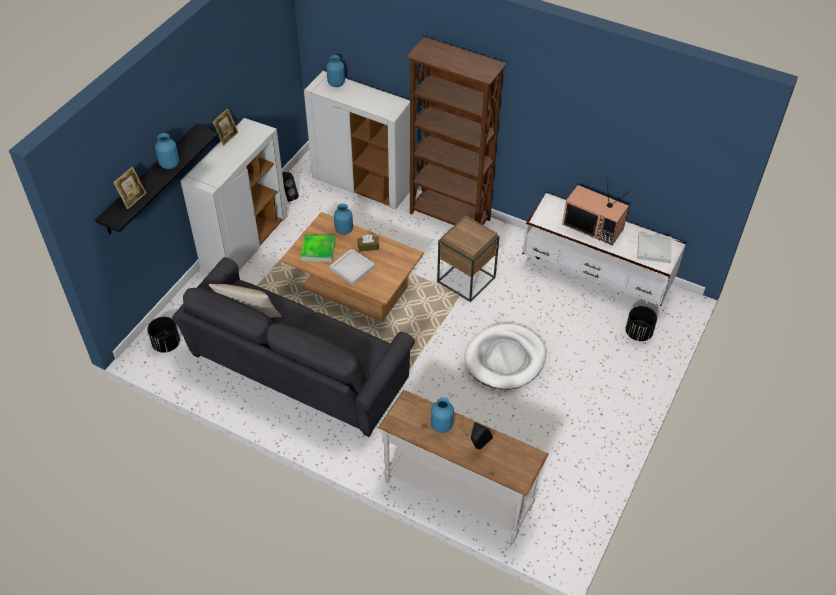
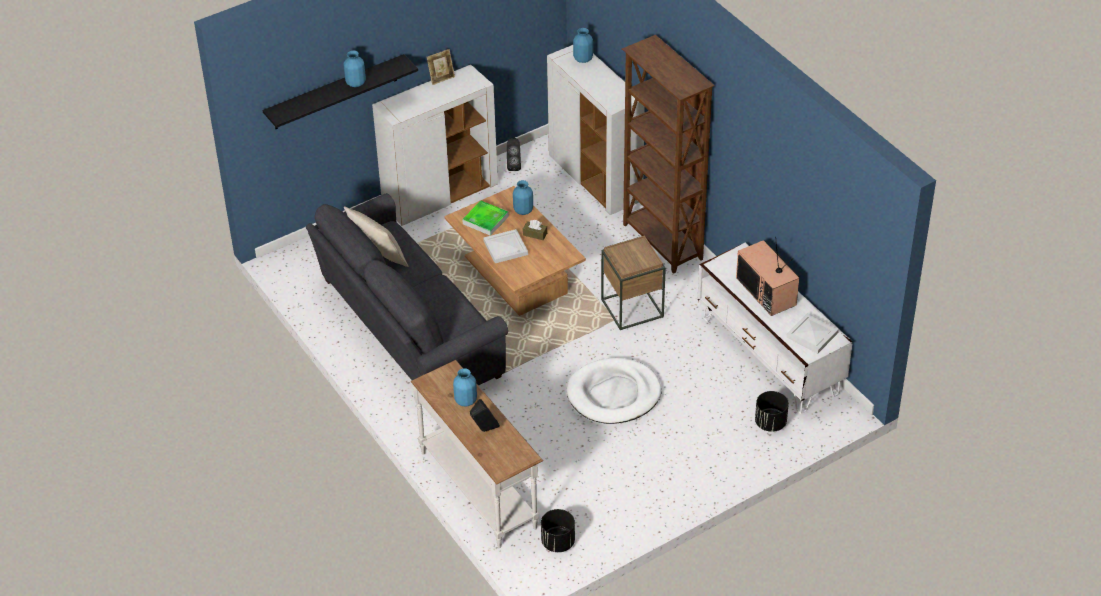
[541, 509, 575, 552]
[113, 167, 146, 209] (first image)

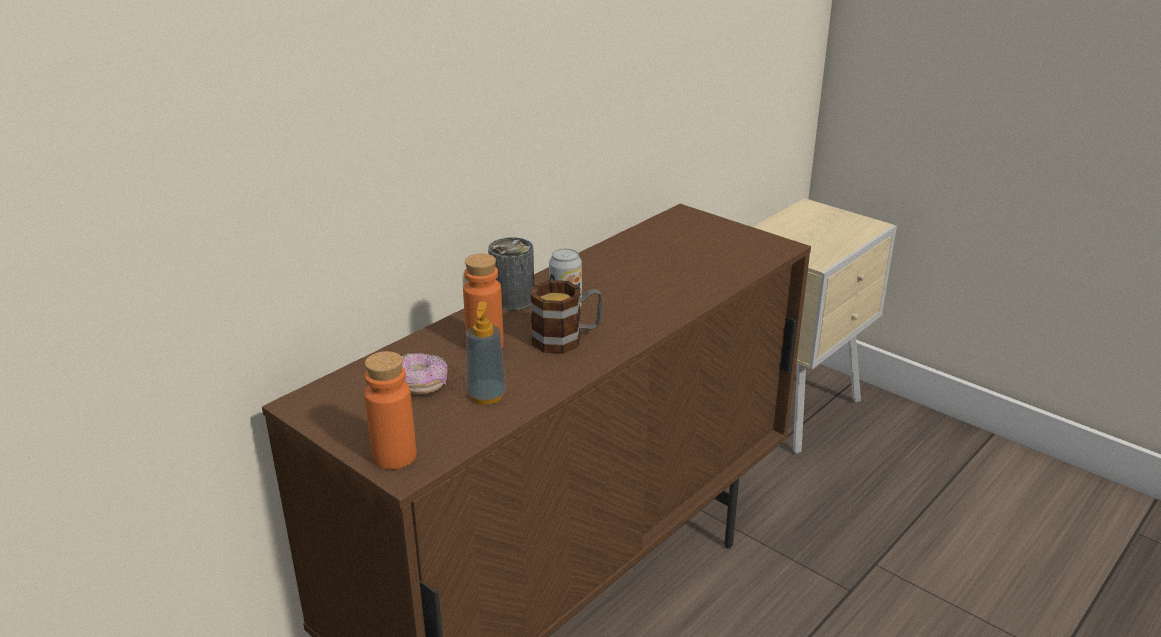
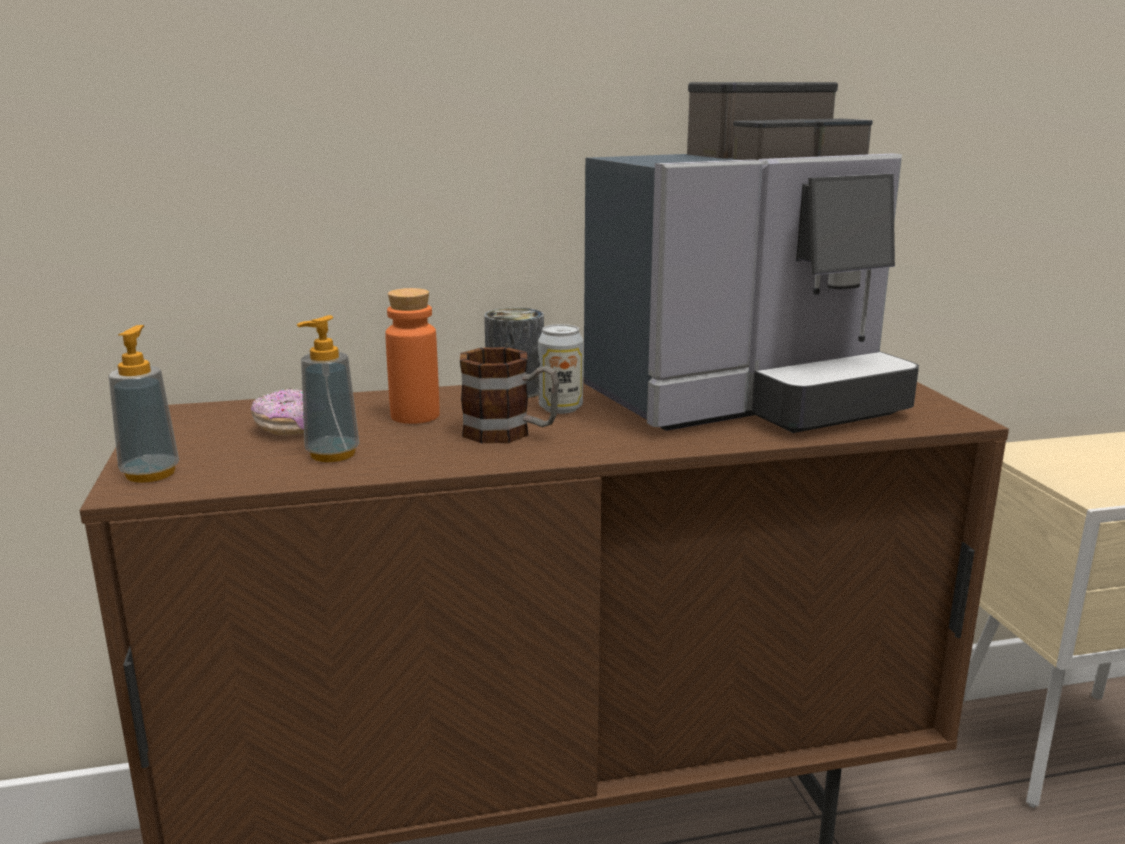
[108, 325, 179, 483]
[584, 82, 919, 433]

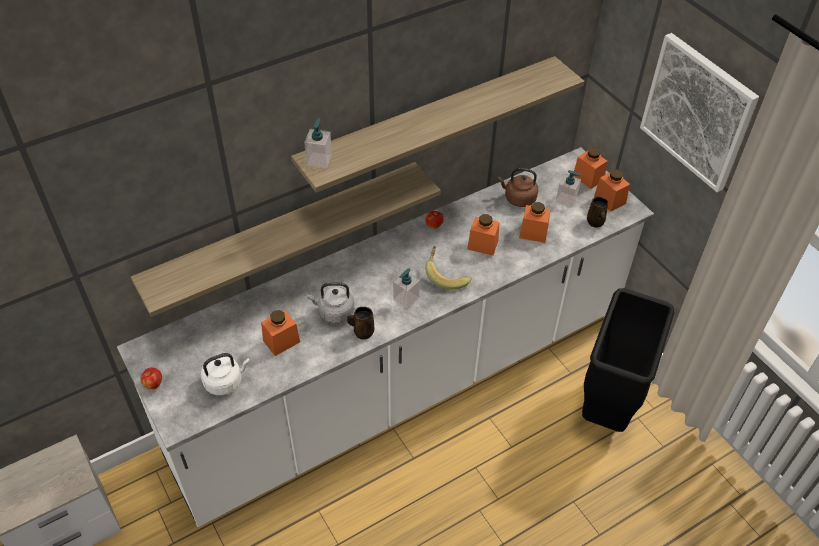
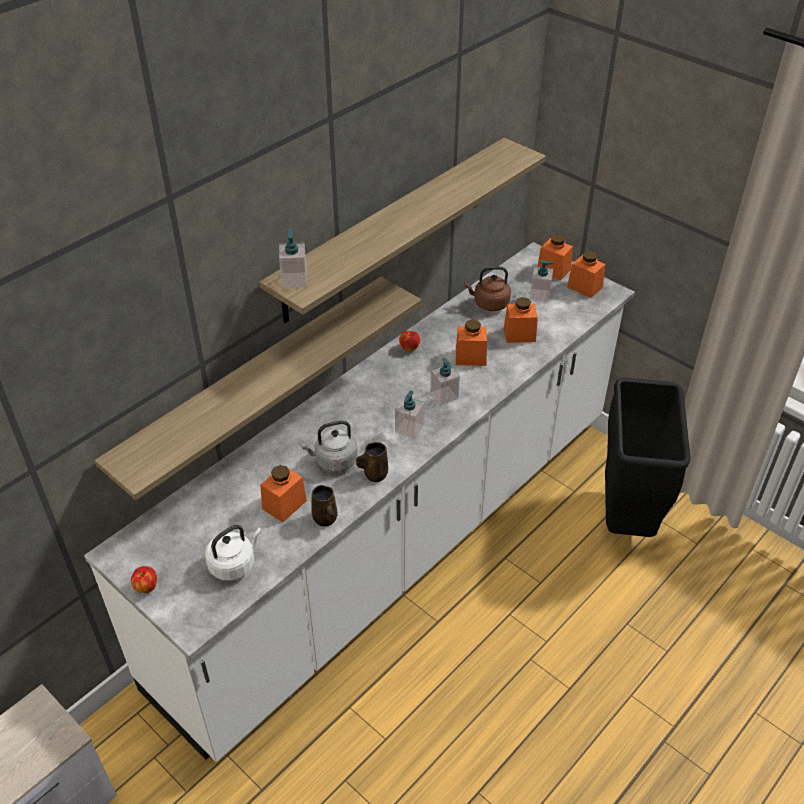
[311, 485, 338, 527]
[430, 358, 460, 405]
[640, 33, 759, 192] (first image)

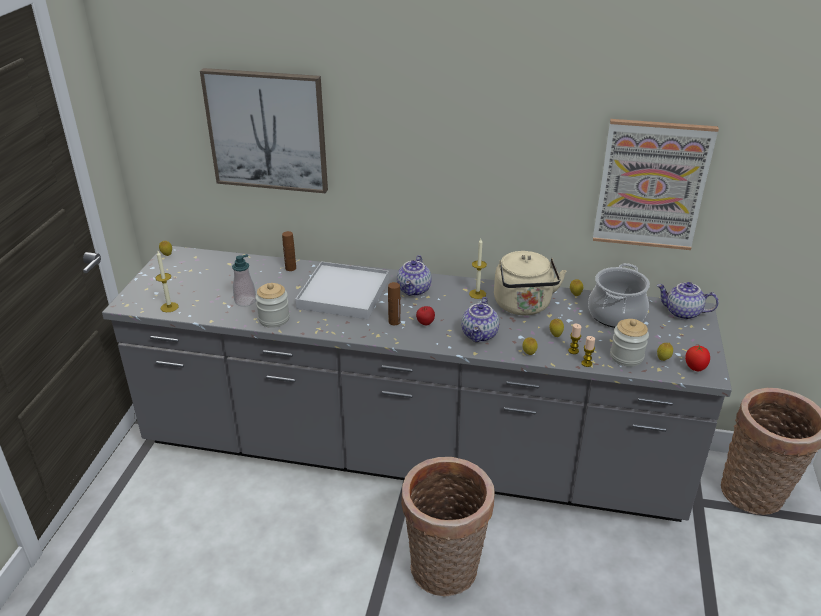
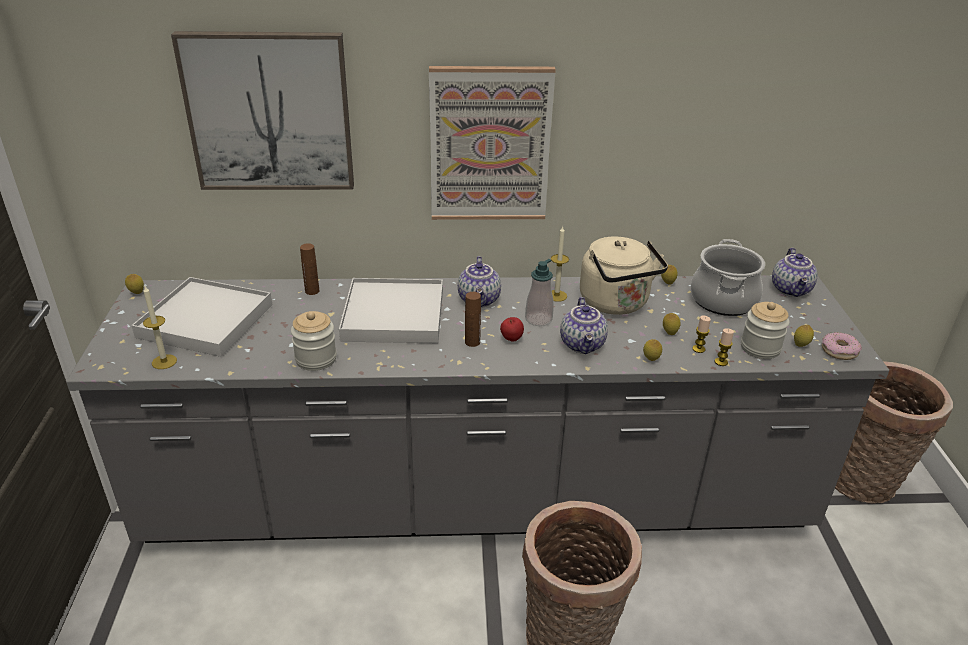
[132, 277, 272, 357]
[429, 66, 556, 220]
[525, 259, 554, 326]
[772, 248, 817, 297]
[822, 332, 862, 360]

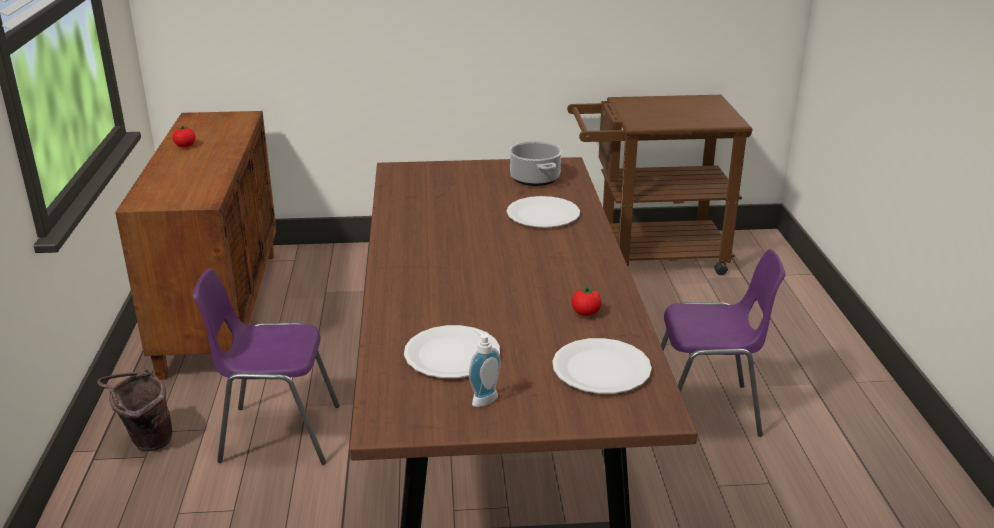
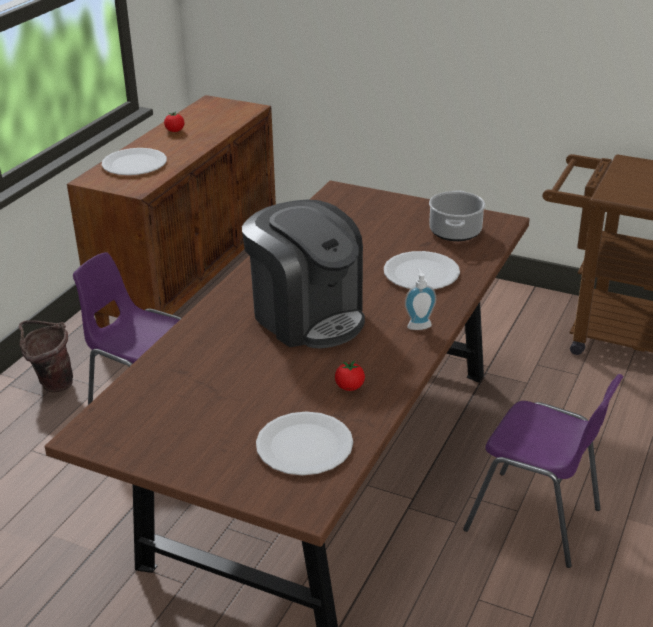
[102, 148, 167, 175]
[242, 199, 365, 348]
[405, 268, 436, 330]

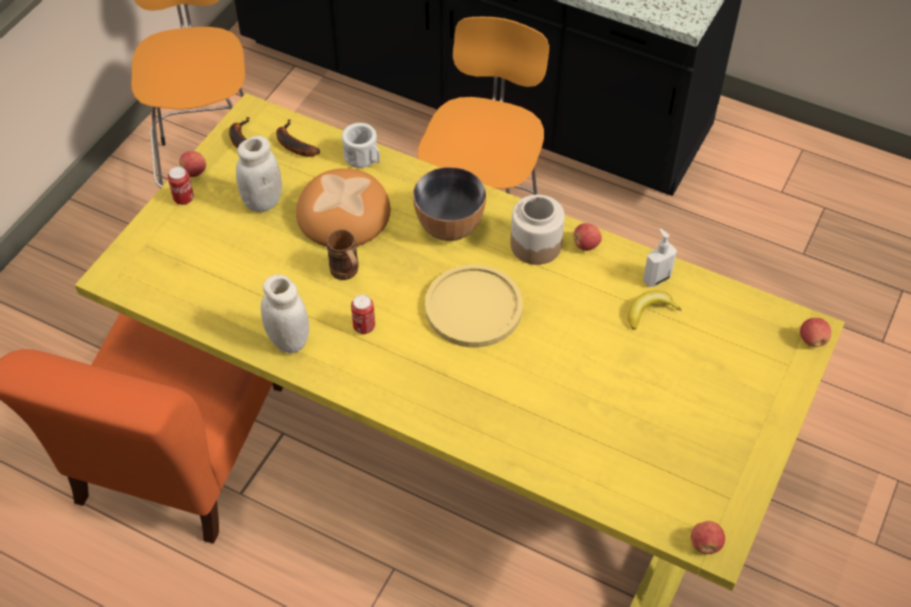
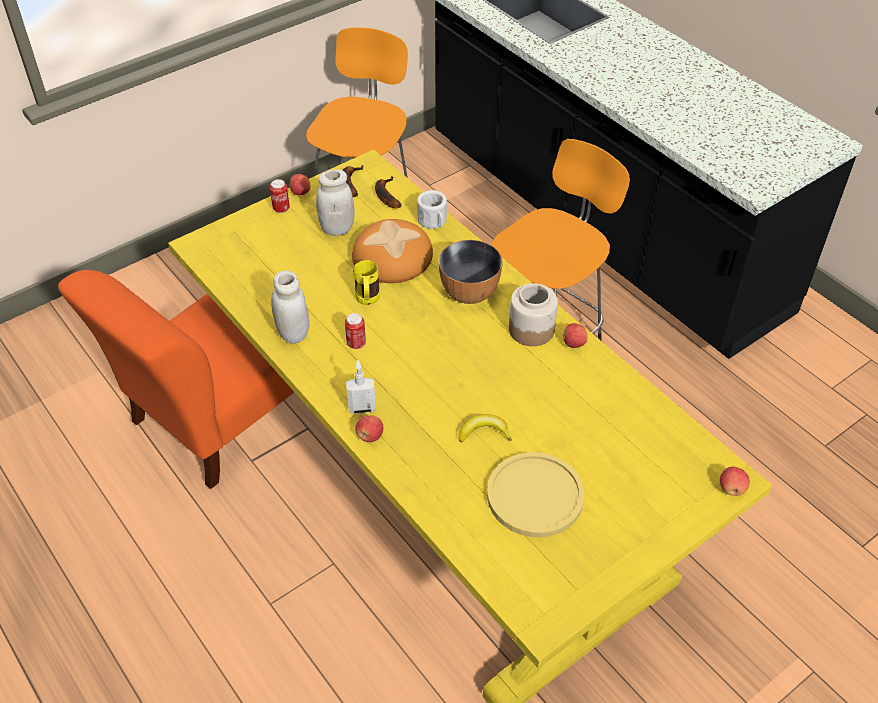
[346, 360, 376, 414]
[353, 260, 380, 305]
[355, 415, 383, 442]
[458, 414, 512, 442]
[487, 452, 584, 537]

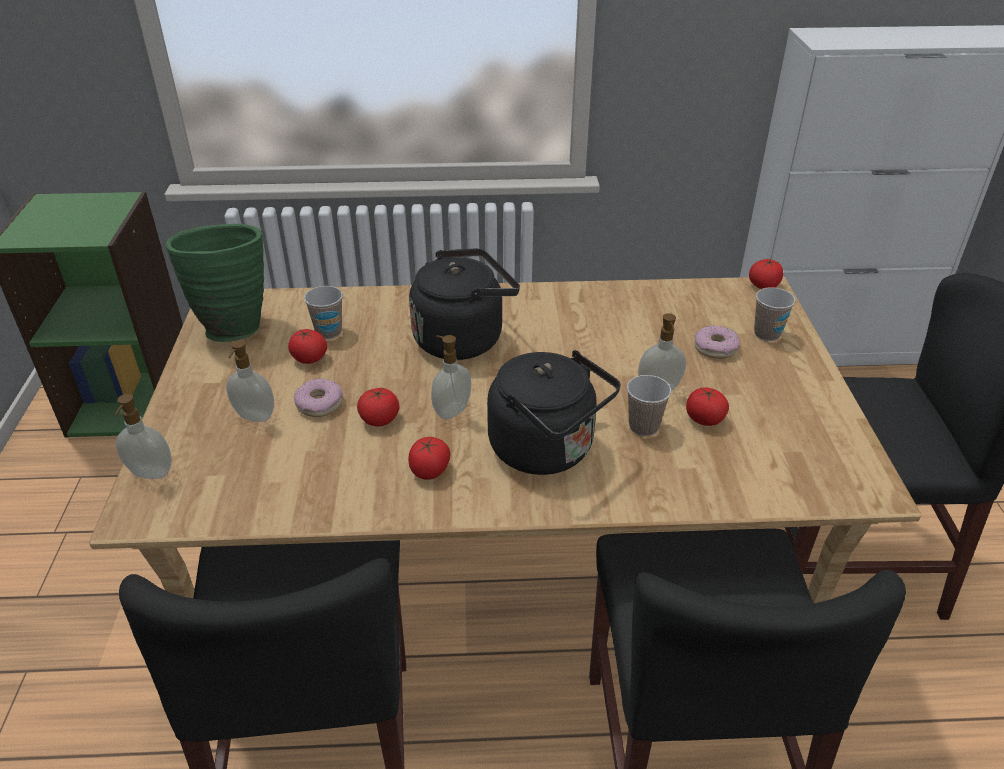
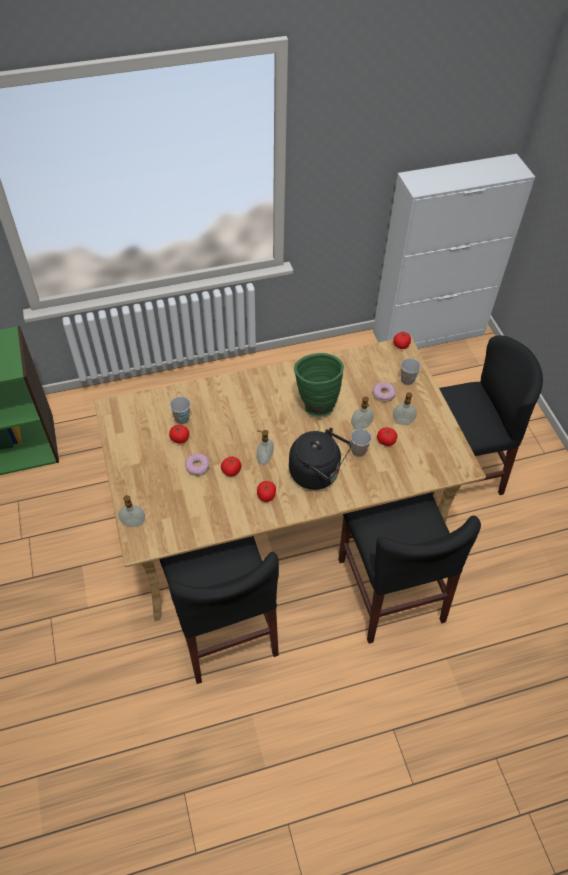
[294, 353, 344, 417]
[393, 392, 417, 425]
[409, 249, 520, 360] (first image)

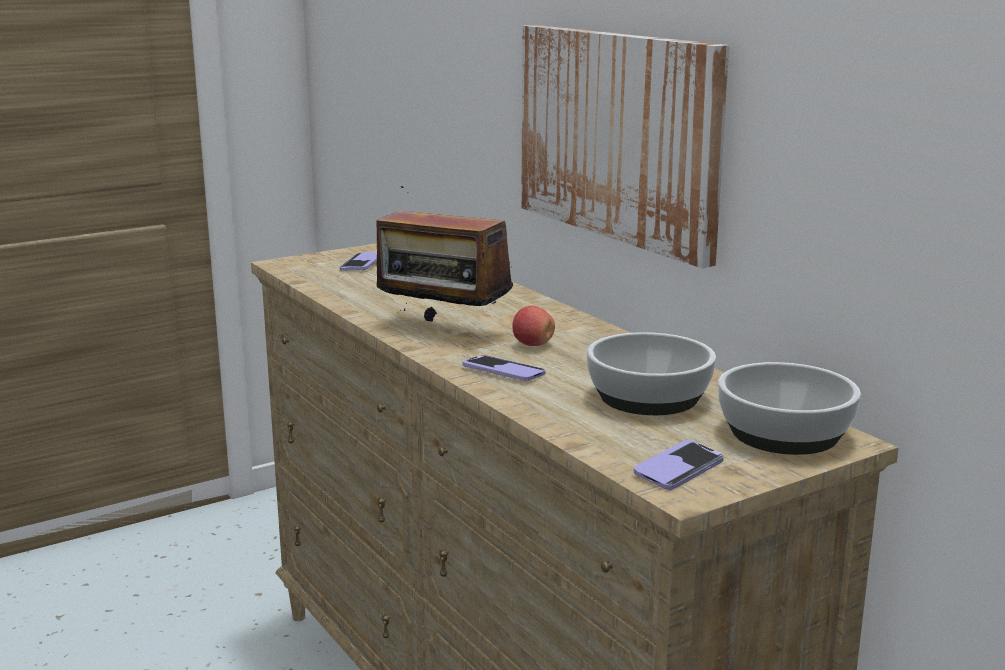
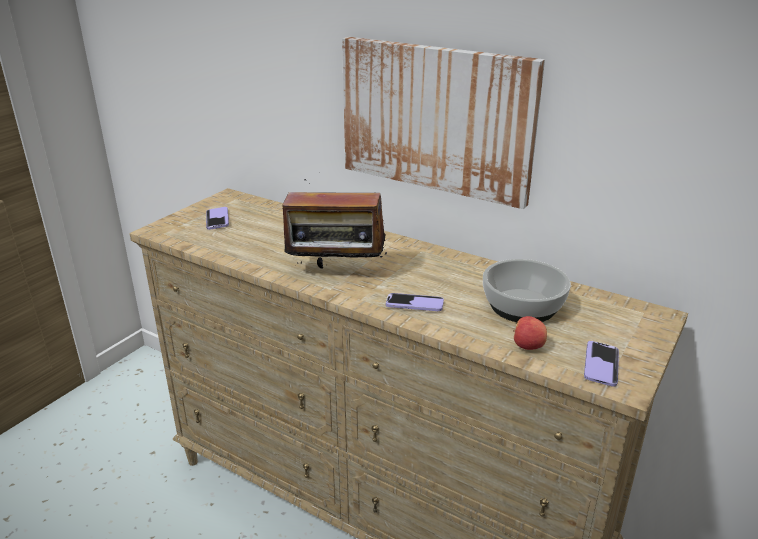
[513, 316, 547, 350]
[718, 362, 861, 455] (first image)

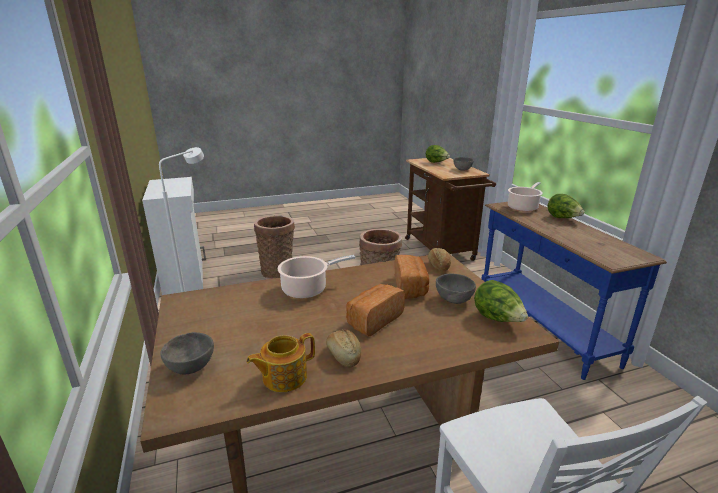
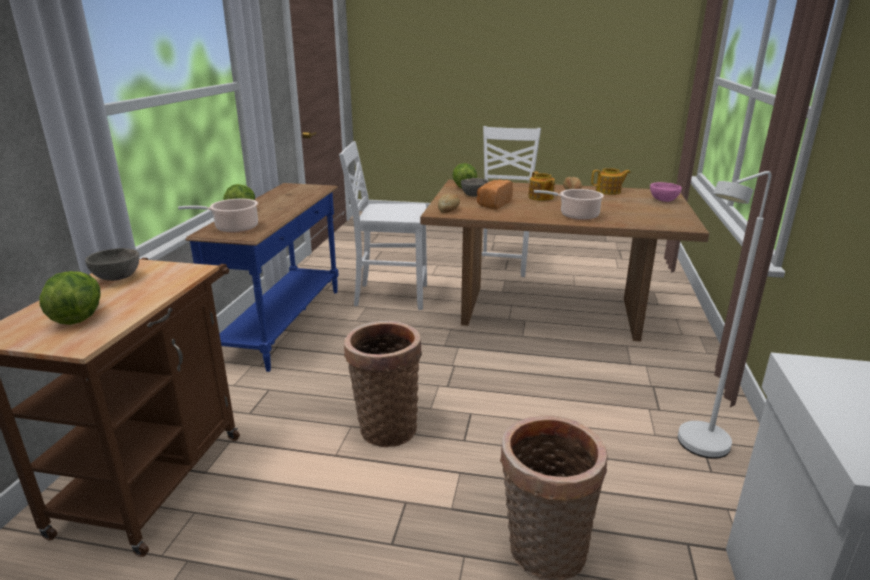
[339, 141, 427, 310]
[528, 172, 555, 201]
[650, 182, 682, 202]

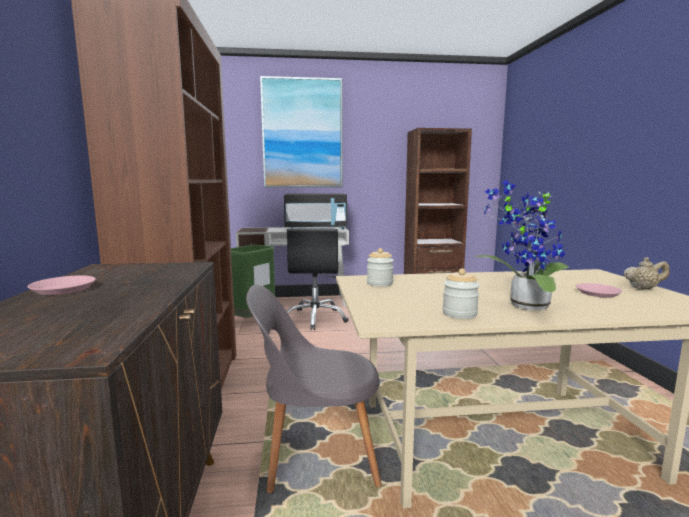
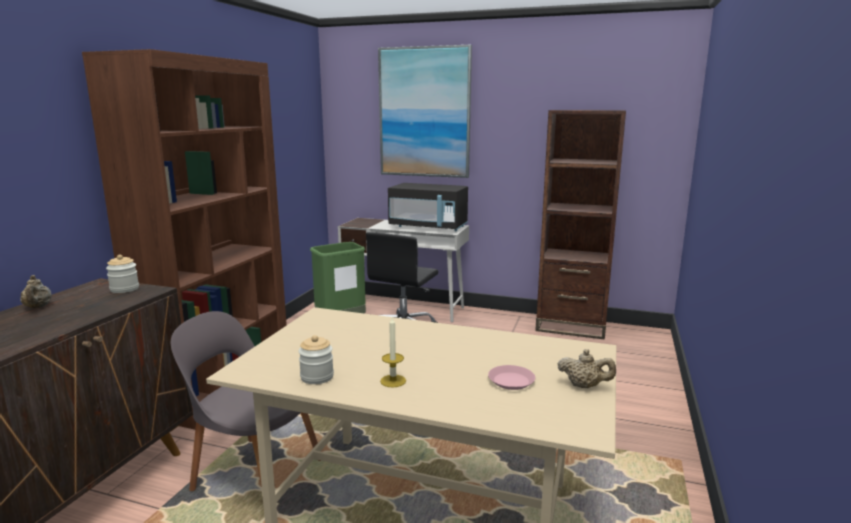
[20, 275, 52, 308]
[106, 254, 139, 293]
[380, 317, 406, 387]

